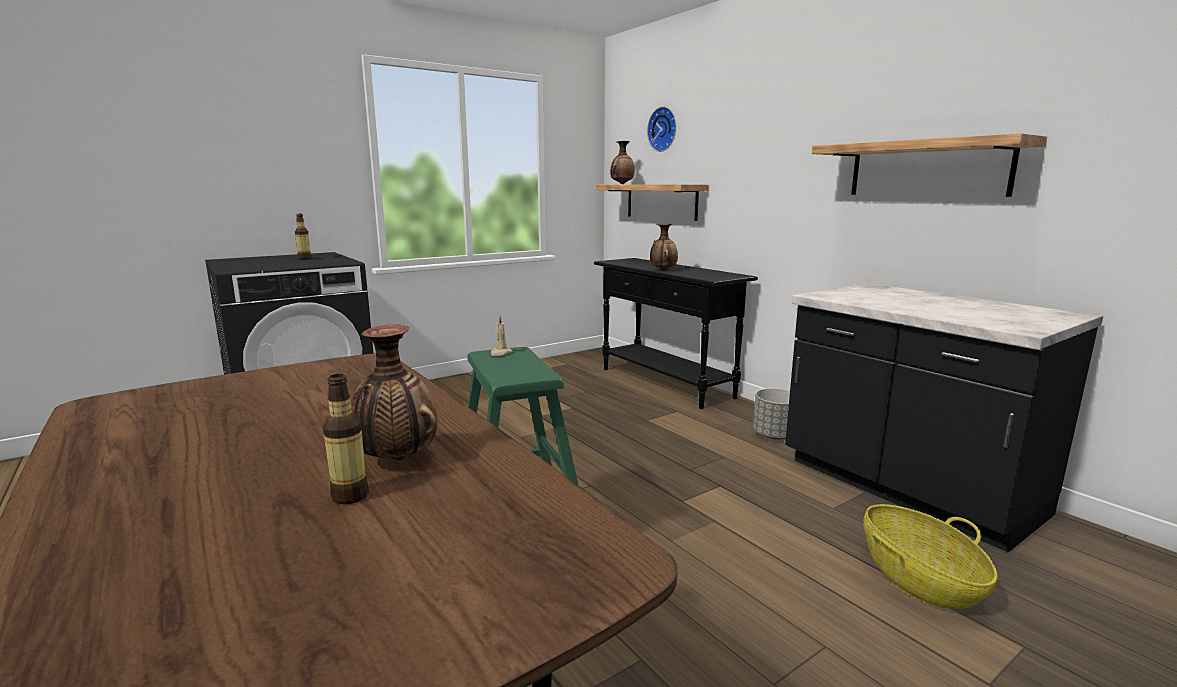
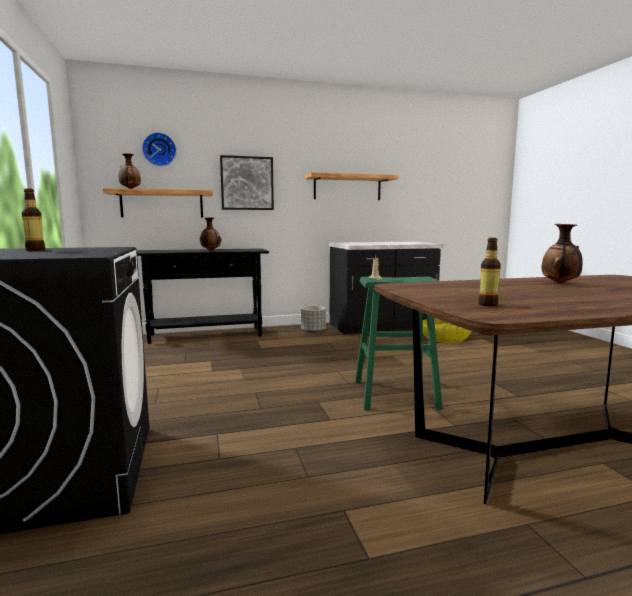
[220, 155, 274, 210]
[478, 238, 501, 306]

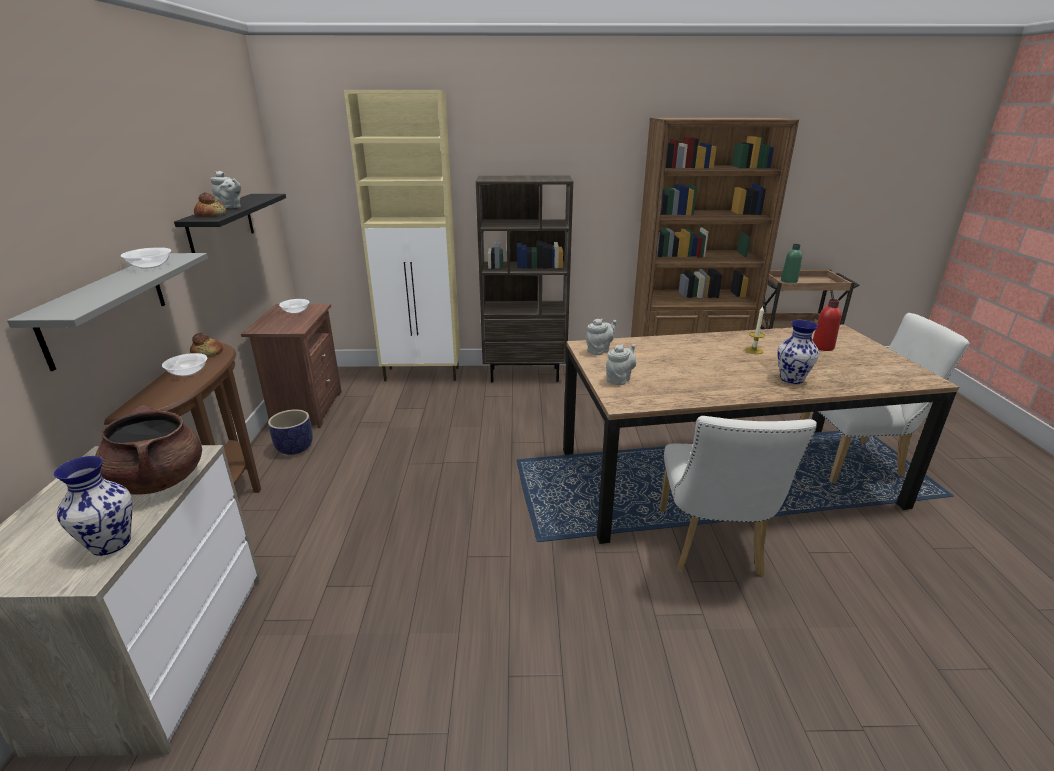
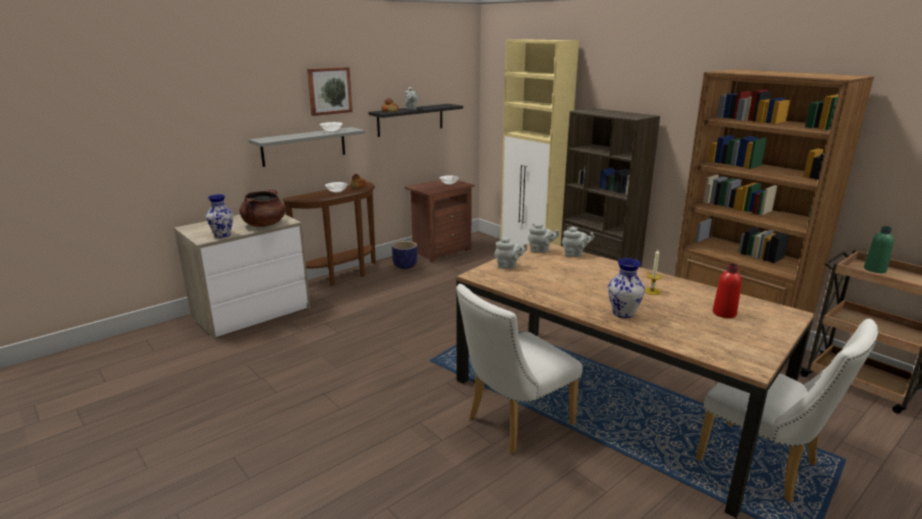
[307, 67, 353, 116]
[562, 227, 594, 257]

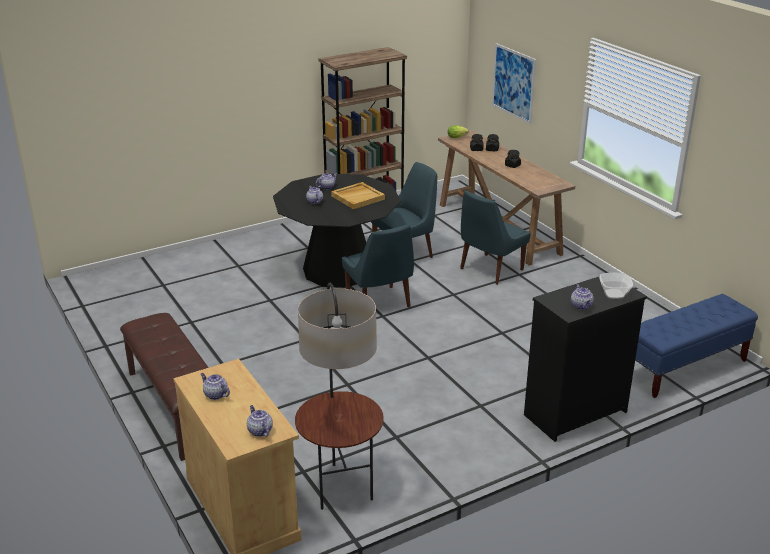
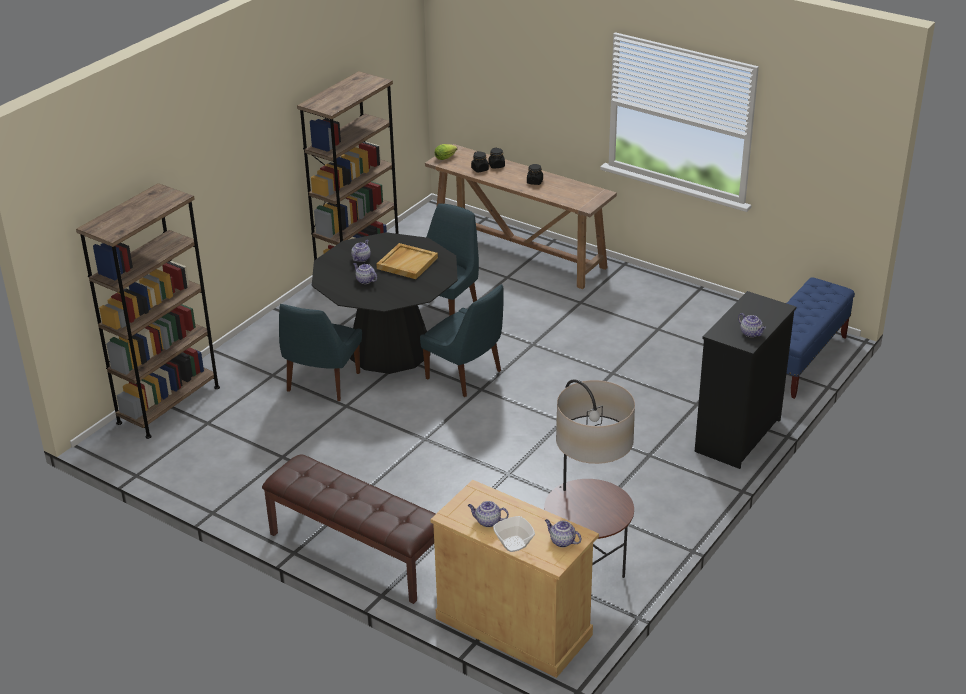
[76, 183, 220, 439]
[279, 304, 362, 401]
[493, 516, 535, 552]
[492, 43, 536, 124] (first image)

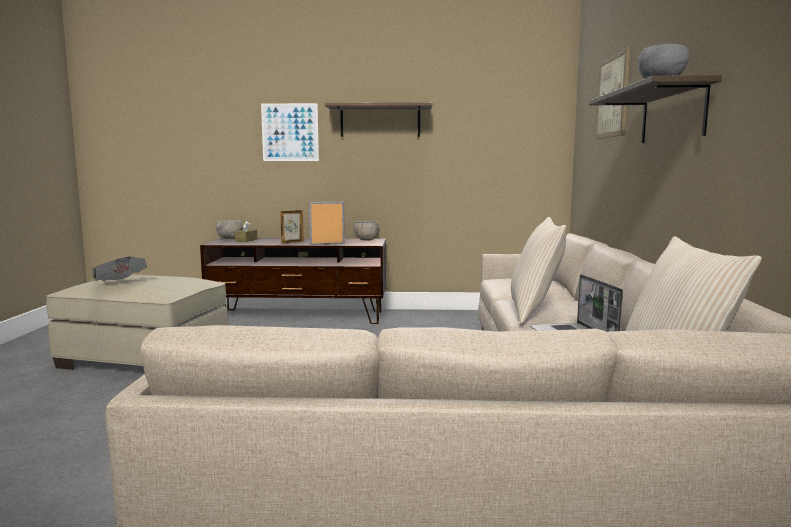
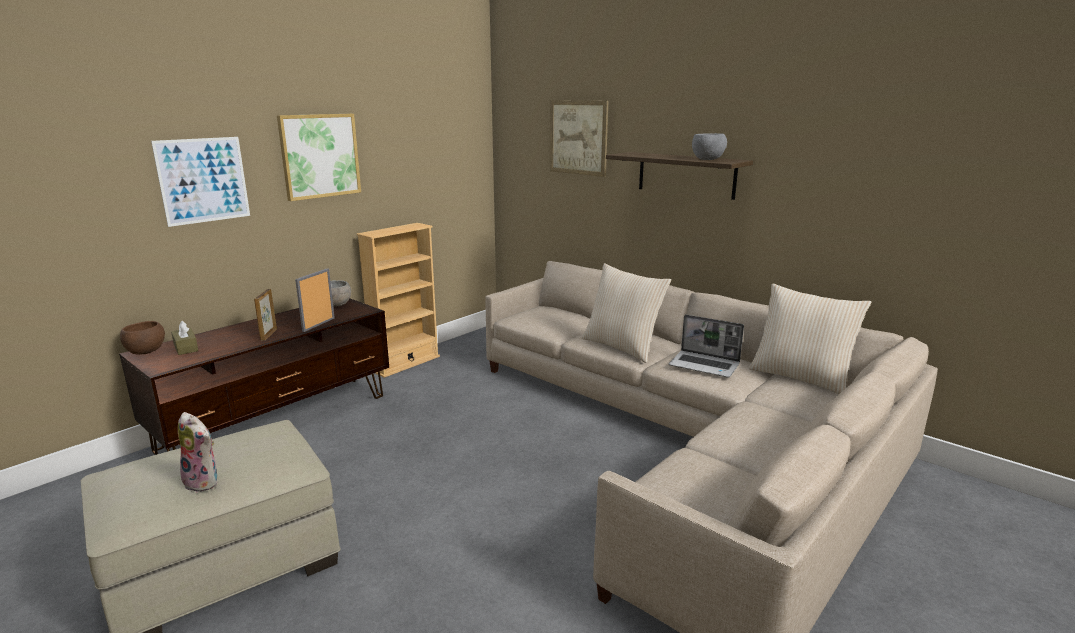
[120, 321, 165, 355]
[178, 412, 219, 493]
[277, 114, 361, 201]
[357, 223, 440, 378]

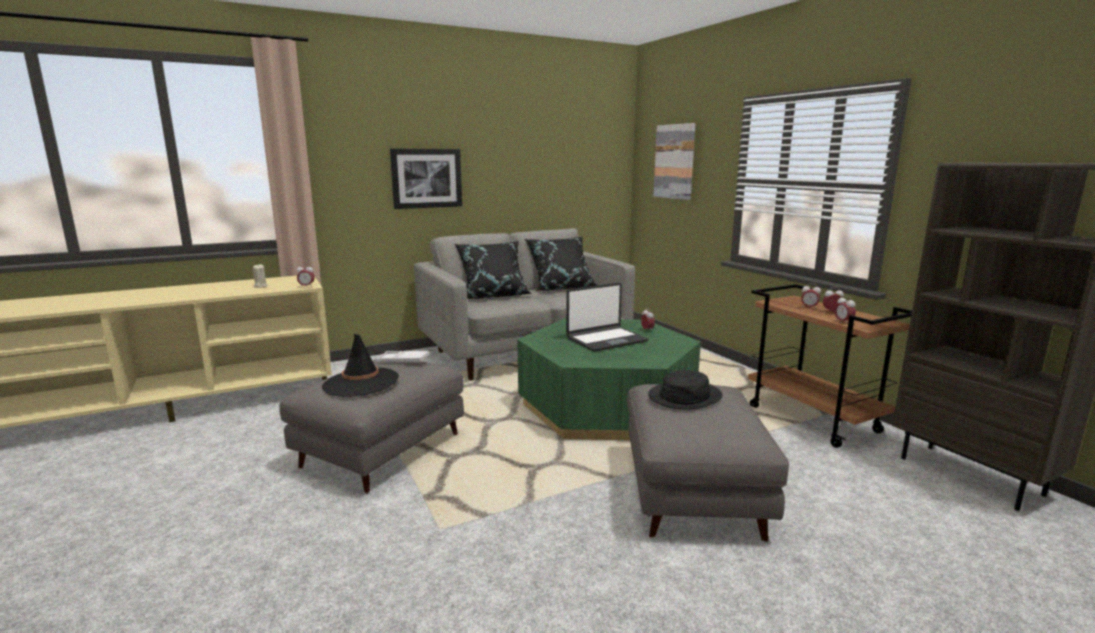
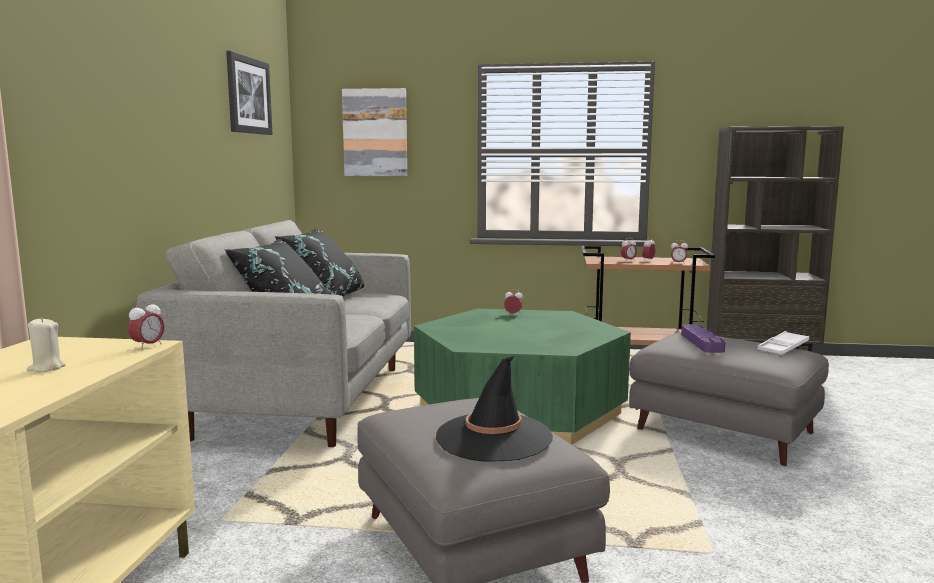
[226, 51, 273, 135]
[681, 324, 726, 353]
[757, 331, 809, 355]
[566, 283, 648, 352] (first image)

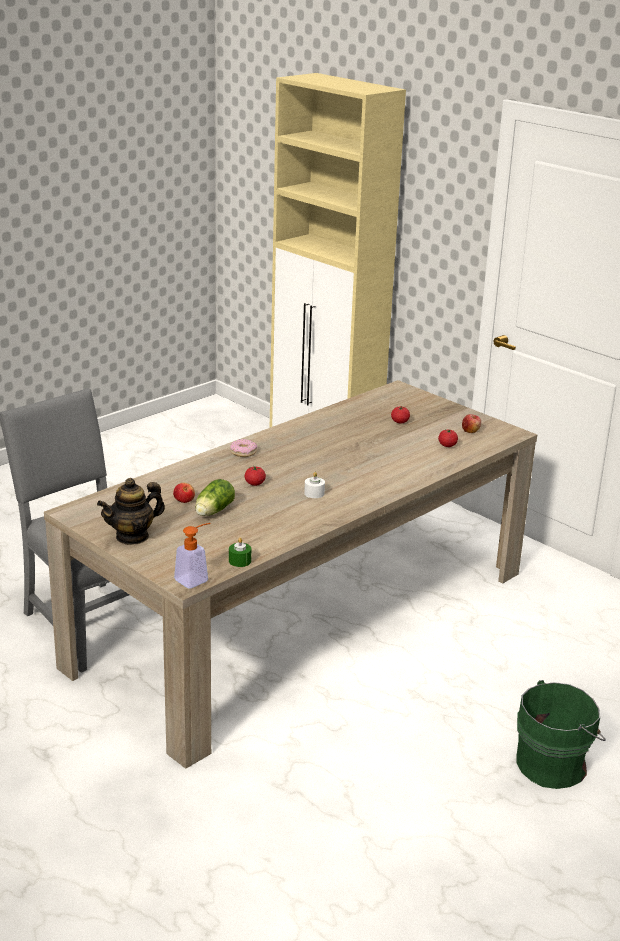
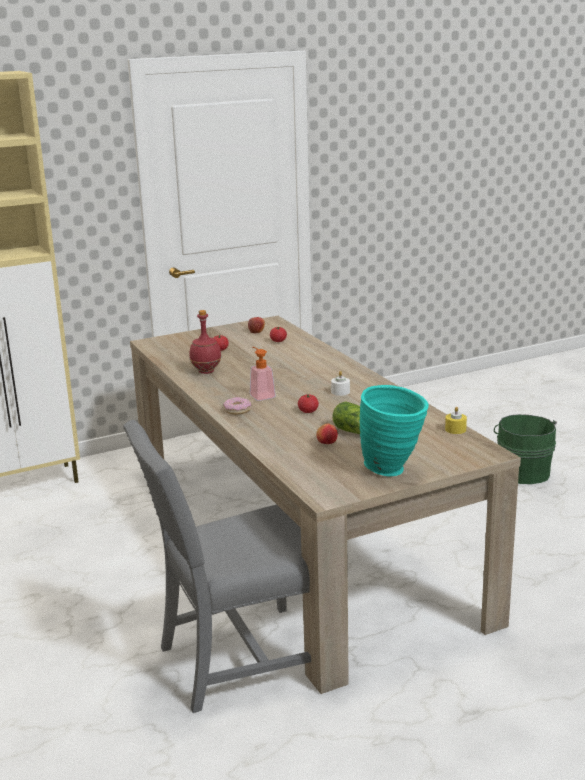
[190, 310, 221, 374]
[250, 347, 276, 401]
[360, 385, 429, 476]
[445, 407, 467, 434]

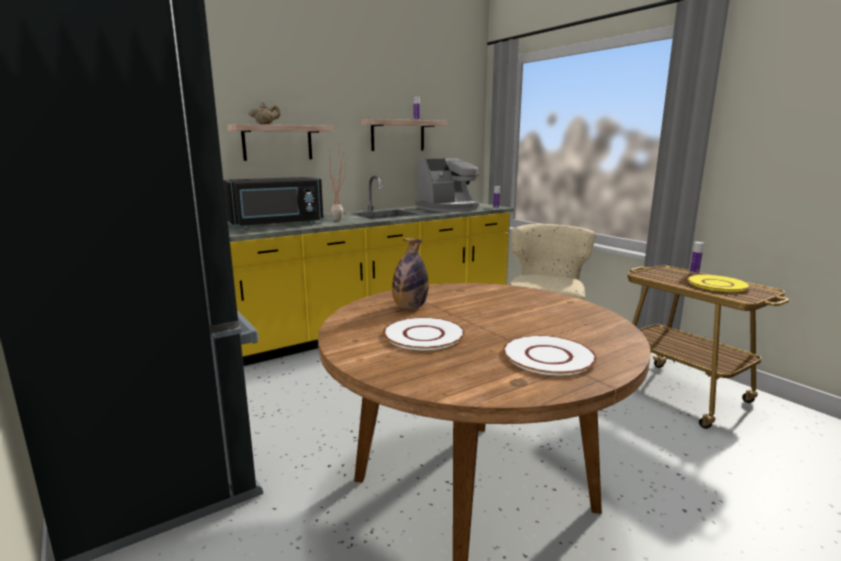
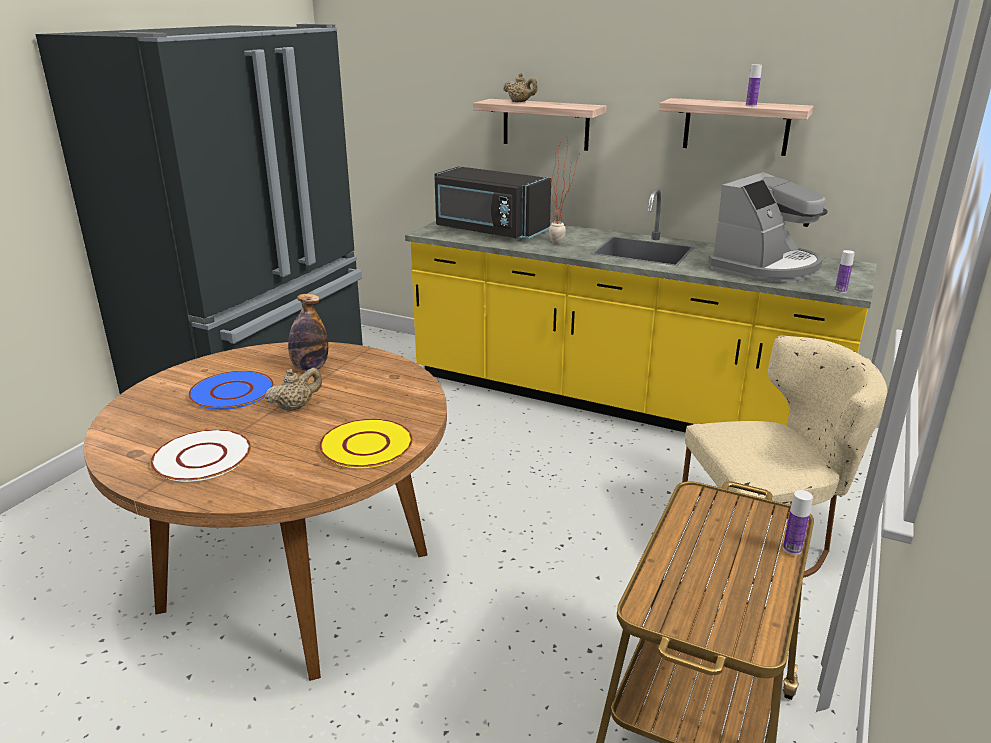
[188, 371, 274, 410]
[265, 368, 322, 412]
[319, 419, 413, 468]
[708, 172, 828, 282]

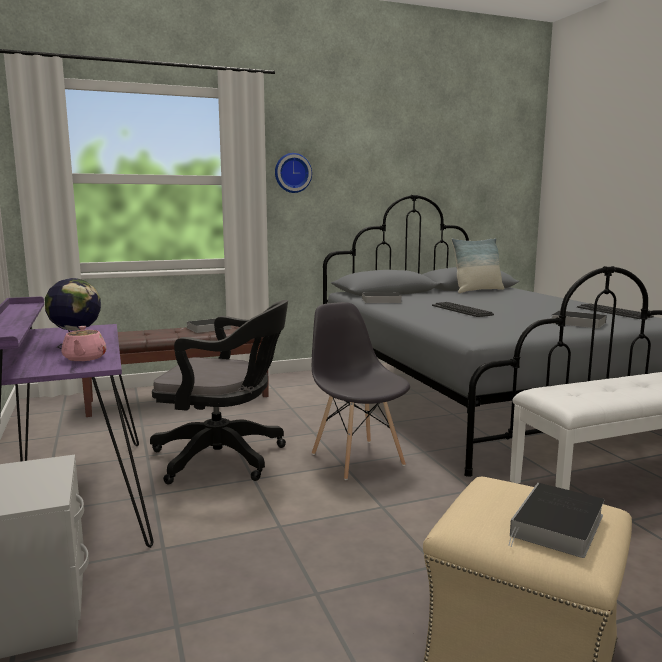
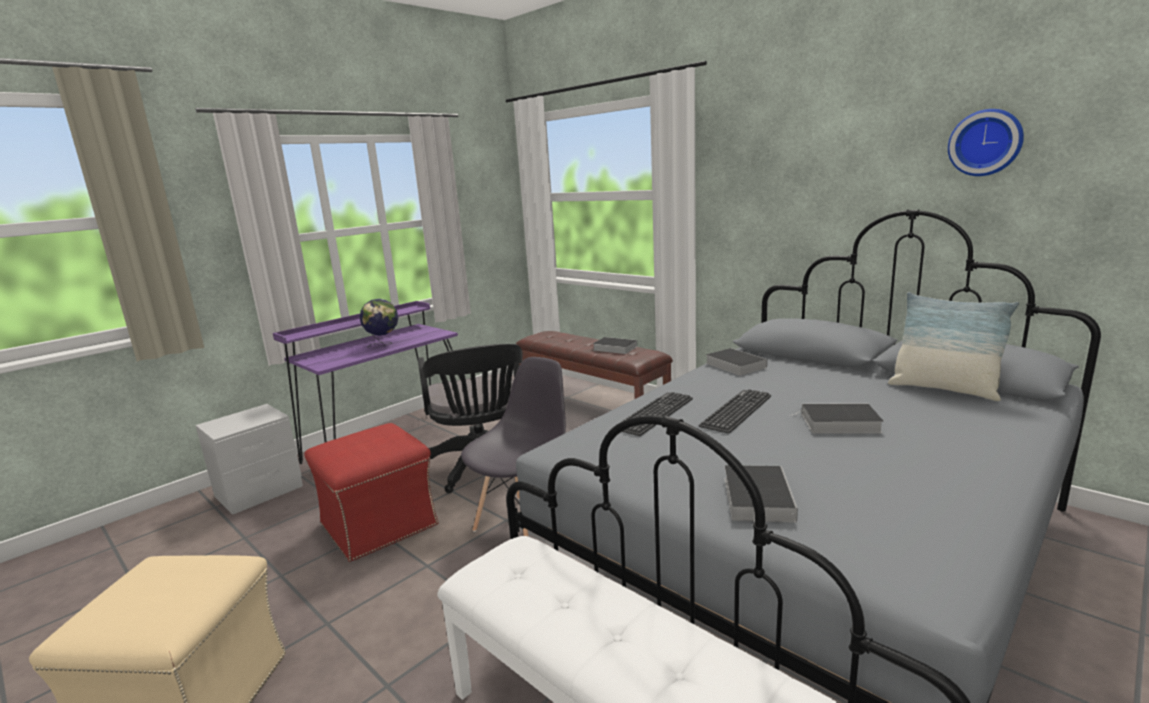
[304, 423, 438, 562]
[616, 392, 693, 436]
[789, 403, 884, 434]
[948, 109, 1024, 176]
[62, 326, 107, 361] (first image)

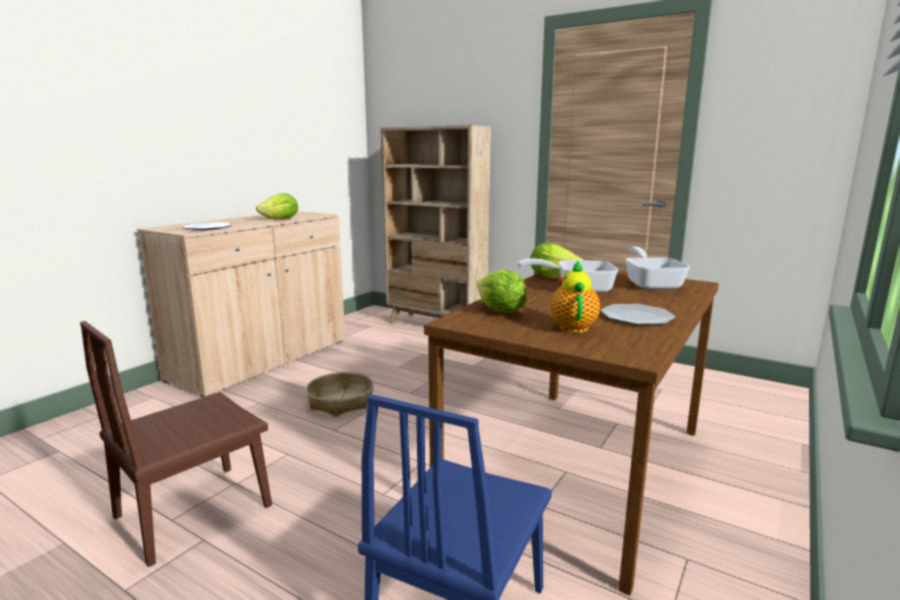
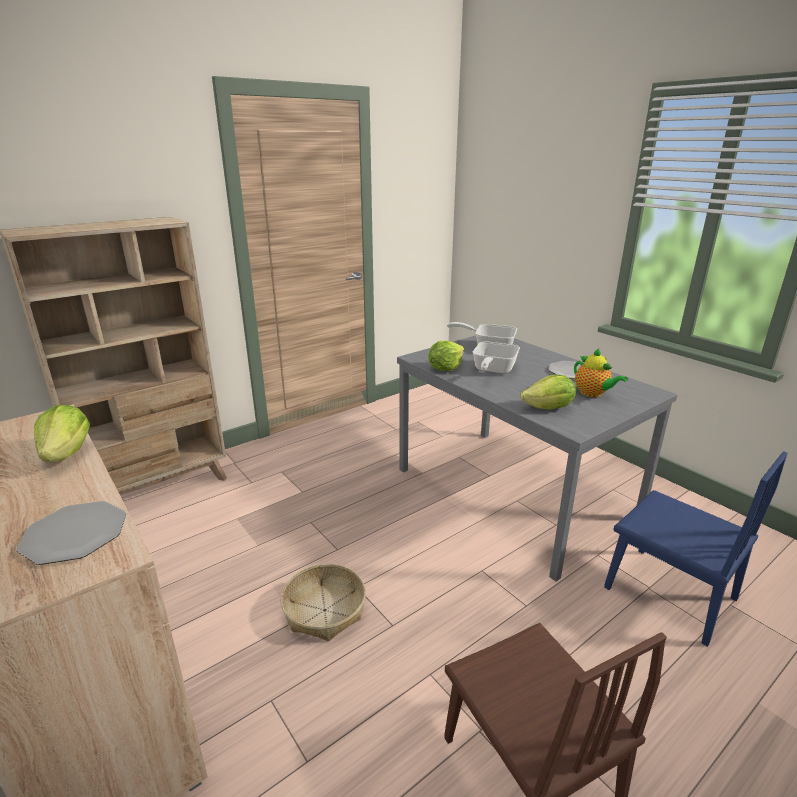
[397, 335, 677, 581]
[574, 349, 628, 397]

